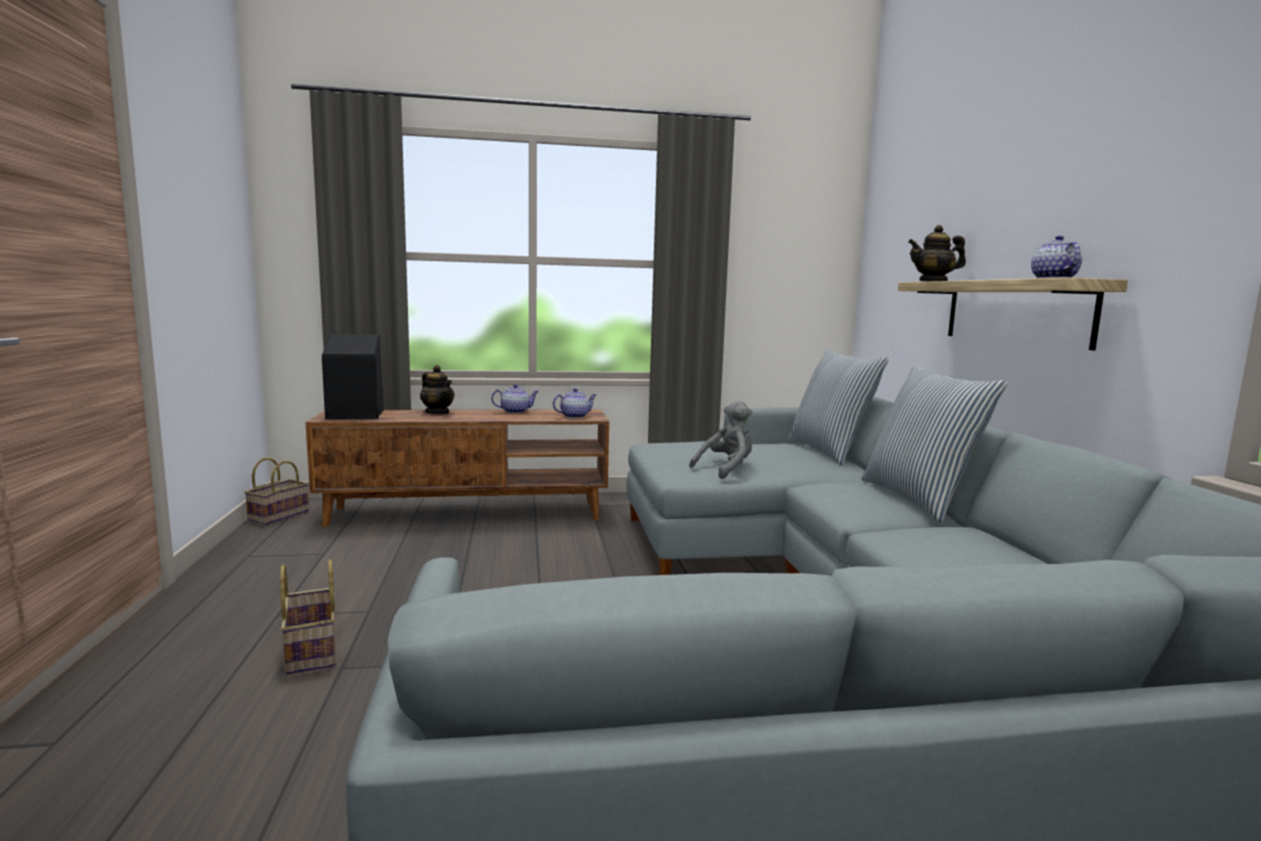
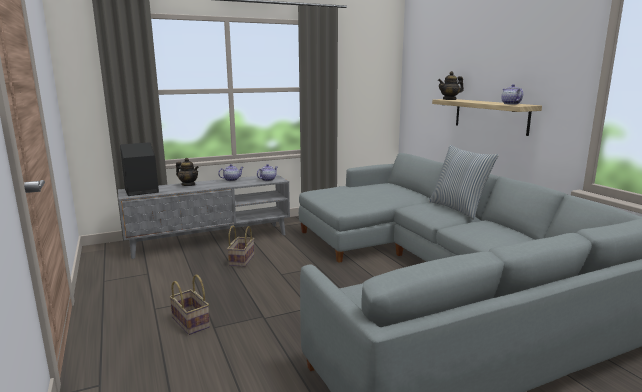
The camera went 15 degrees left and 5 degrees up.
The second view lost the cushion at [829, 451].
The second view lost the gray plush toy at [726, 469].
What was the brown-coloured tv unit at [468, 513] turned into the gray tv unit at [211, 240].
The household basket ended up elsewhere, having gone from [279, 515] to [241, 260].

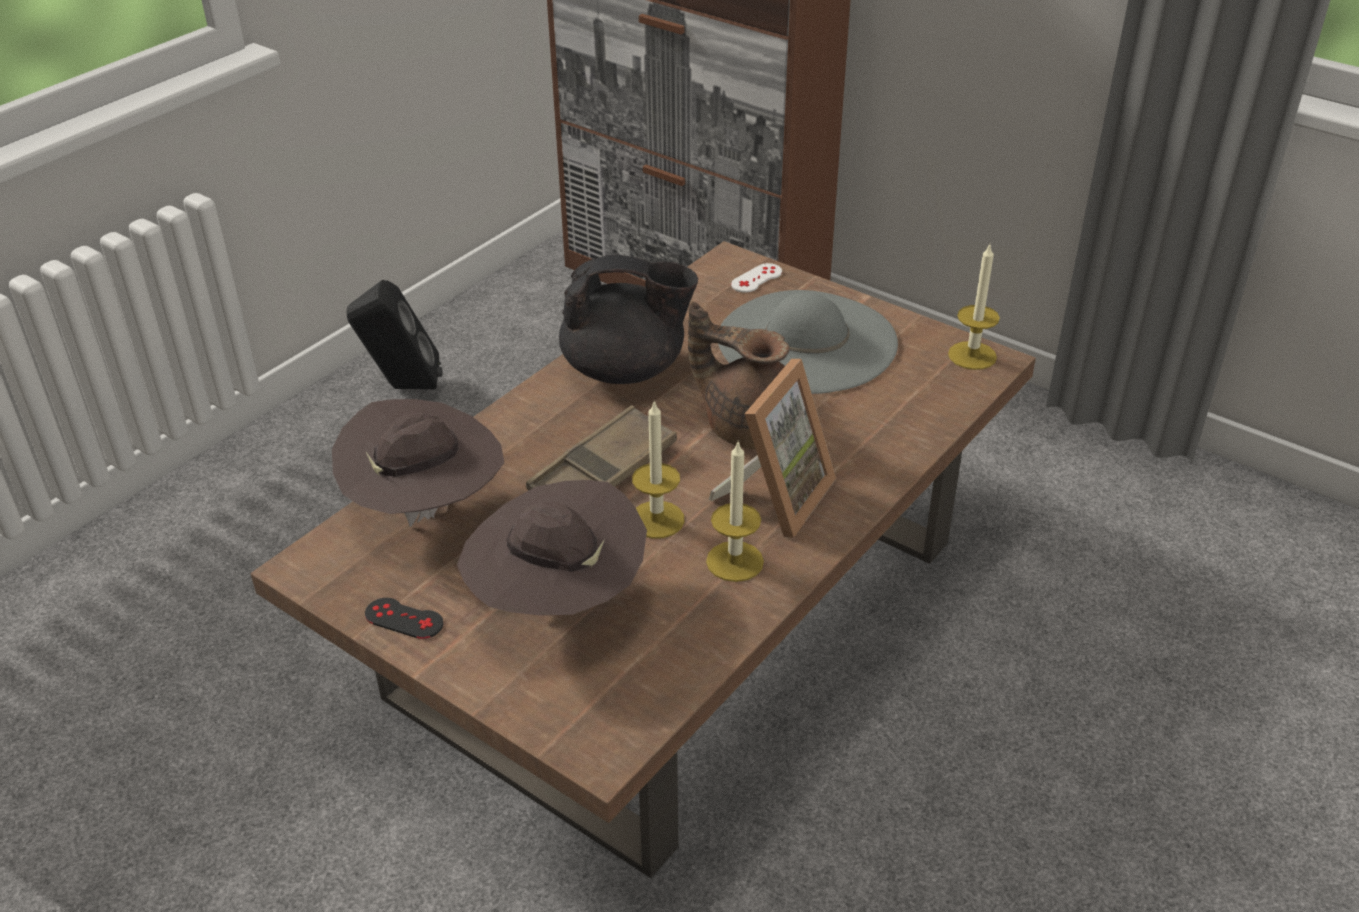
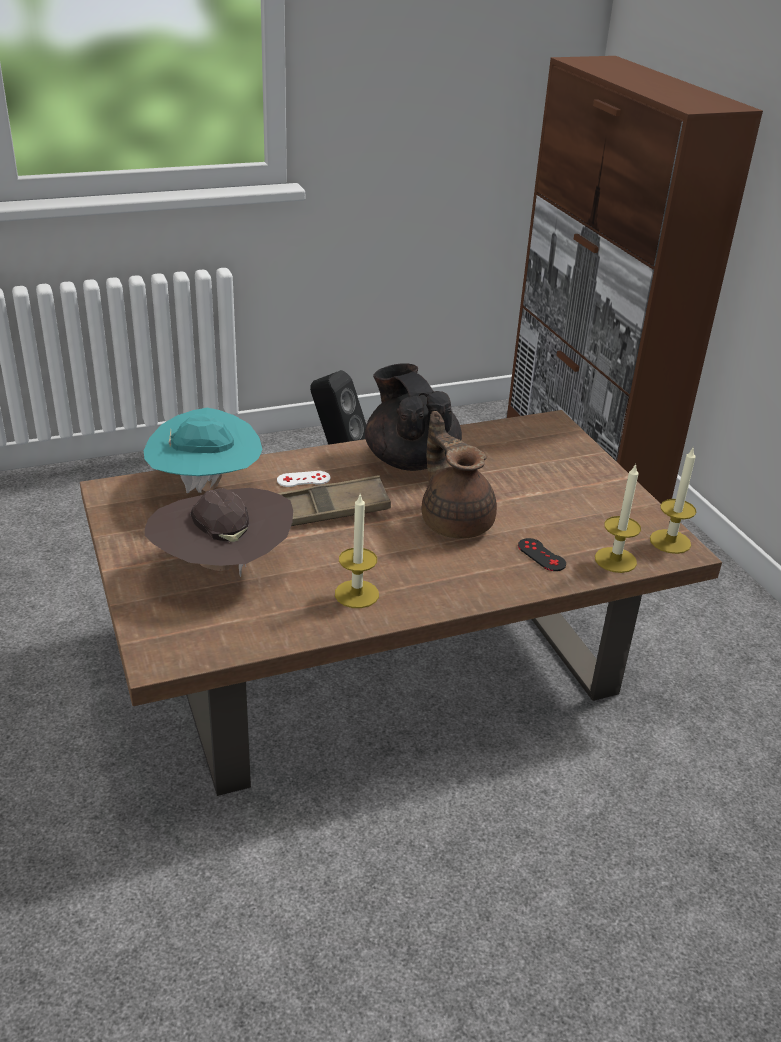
The camera went 30 degrees right and 5 degrees down.
The blackish pot for tea at [626, 370] ended up facing another way, 150 degrees counterclockwise from before.
The white-coloured joypad ended up elsewhere, having gone from [756, 278] to [303, 479].
The second view lost the gray hat at [806, 341].
The second view lost the picture frame at [776, 497].
What was the brown-coloured hat at [426, 509] turned into the turquoise hat at [206, 488].
The wax candle ended up elsewhere, having gone from [657, 519] to [615, 560].
The blackish joypad ended up elsewhere, having gone from [404, 619] to [541, 555].

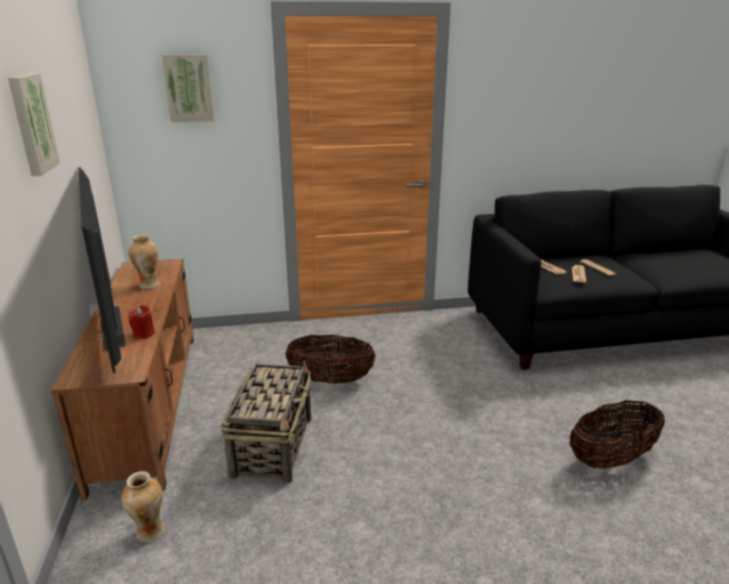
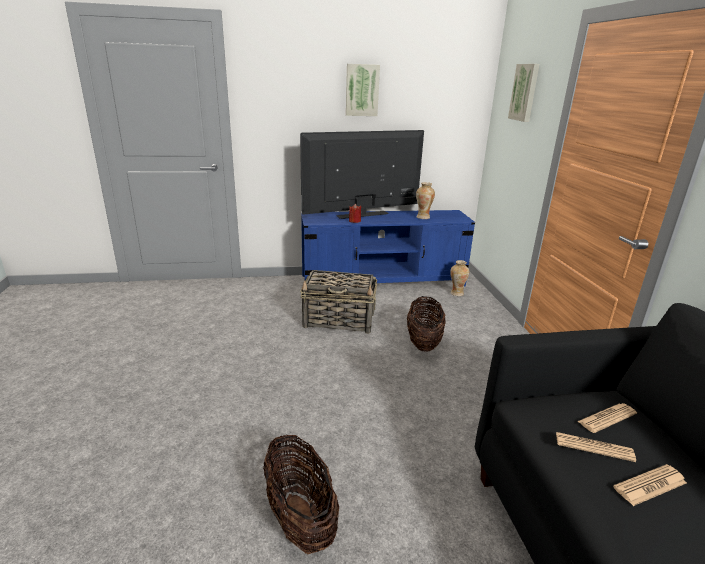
The camera went 90 degrees right and 0 degrees up.
What was the brown-coloured tv unit at [149, 403] turned into the blue tv unit at [383, 281].
The vase ended up elsewhere, having gone from [149, 532] to [456, 293].

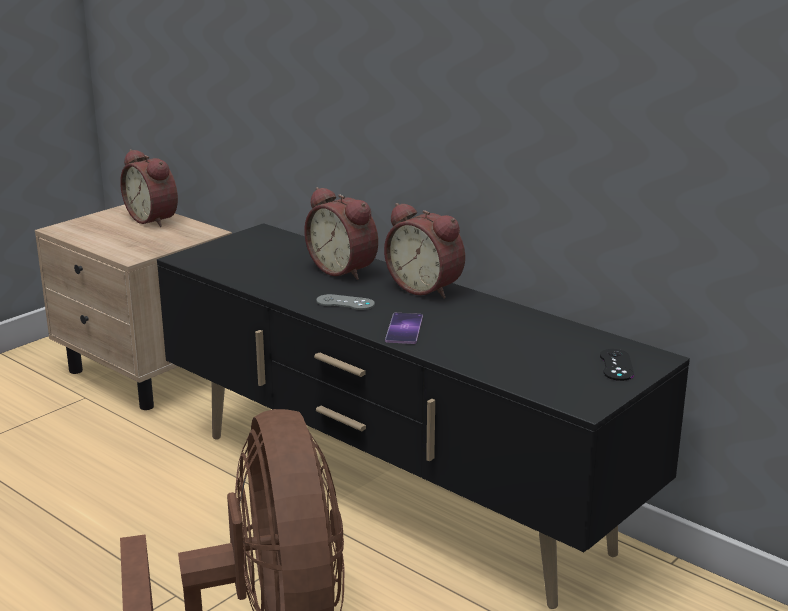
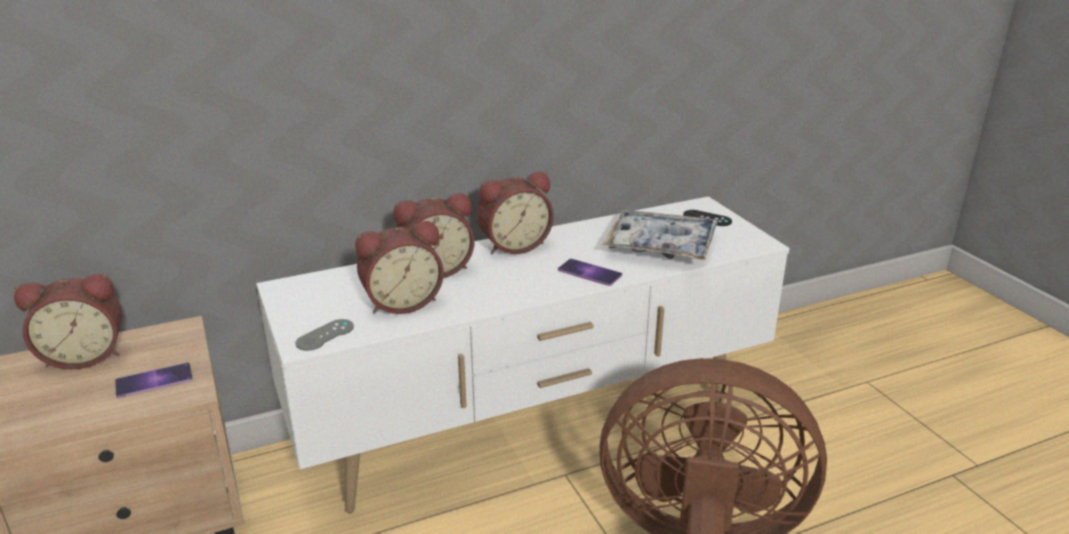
The camera went 65 degrees left and 5 degrees up.
What was the blackish tv unit at [396, 494] turned into the white-coloured tv unit at [535, 426].
The gray joypad ended up elsewhere, having gone from [345, 303] to [325, 335].
The second view gained the carrying tray at [661, 245].
The second view gained the alarm clock at [401, 302].
The second view gained the phone at [154, 380].

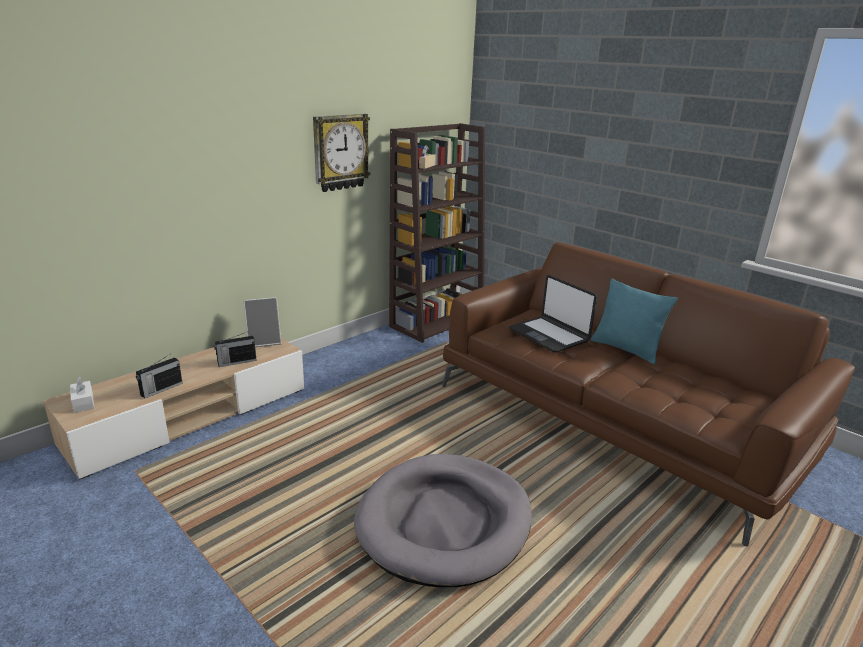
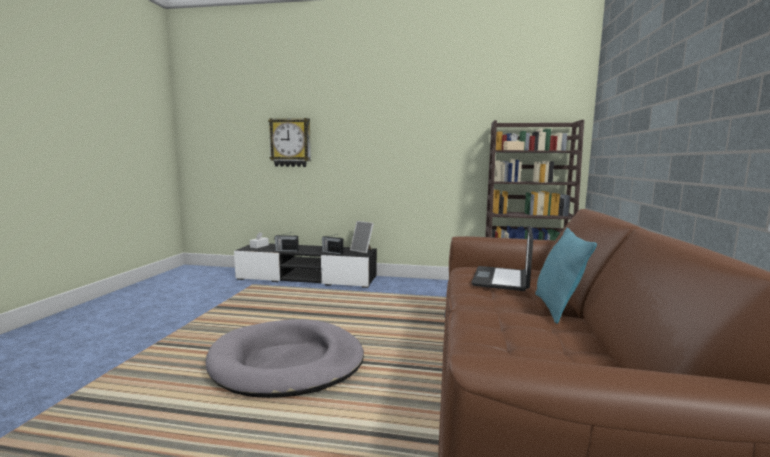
The camera went 55 degrees right and 15 degrees down.
The clock on the wall ended up elsewhere, having gone from [340, 152] to [290, 142].
What was the sand-coloured tv unit at [190, 416] turned into the blackish tv unit at [307, 278].

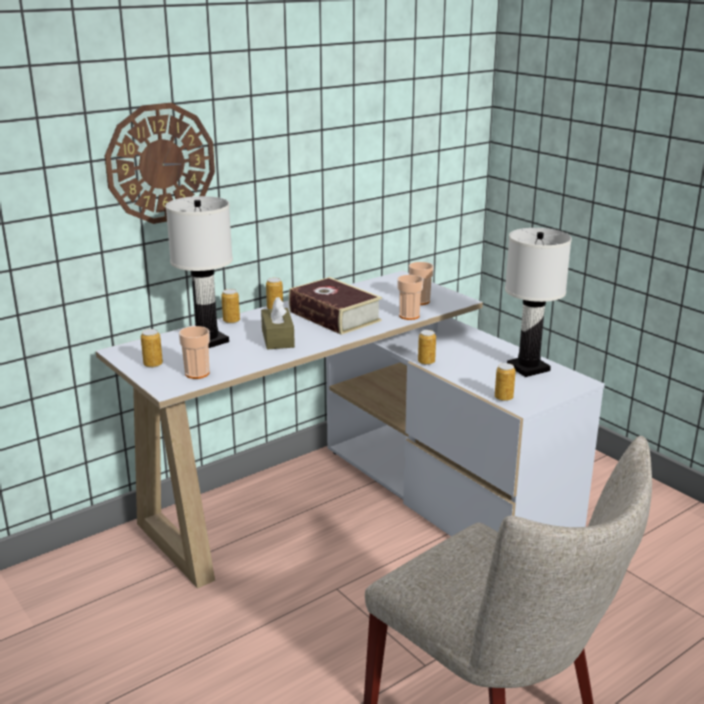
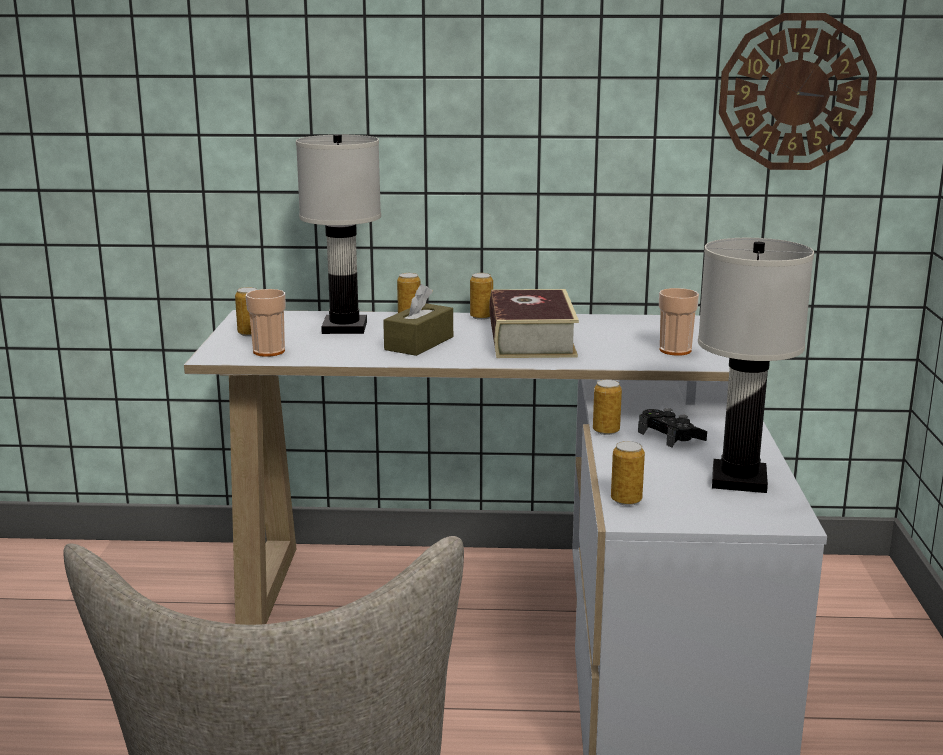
The camera went 40 degrees right and 5 degrees down.
The clock on the wall ended up elsewhere, having gone from [160, 163] to [796, 92].
The second view lost the small cup at [409, 316].
The second view gained the blackish joypad at [670, 436].

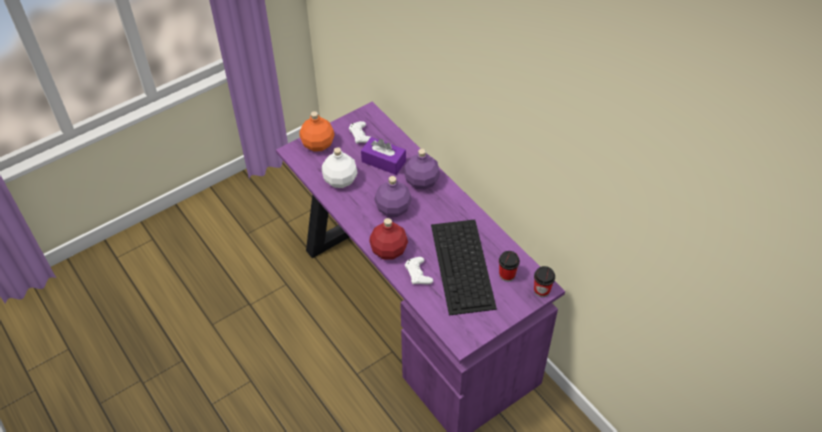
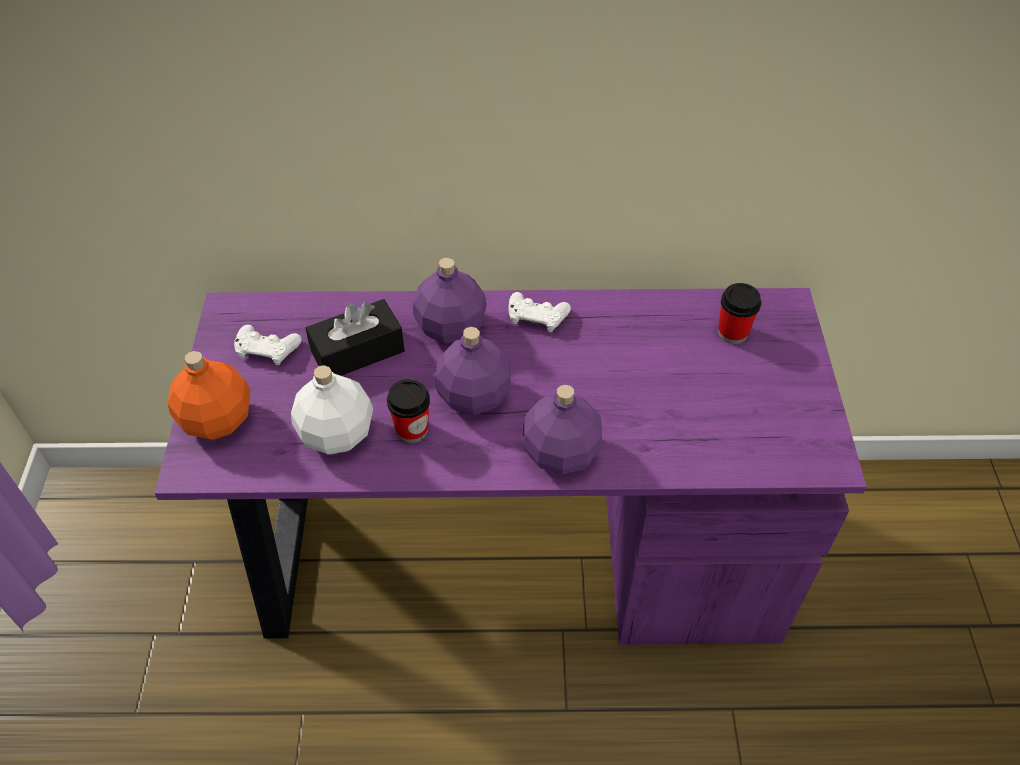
The camera went 55 degrees left and 0 degrees up.
What was the purple tissue holder at [383, 161] turned into the blackish tissue holder at [358, 351].
What was the red-coloured bottle at [389, 250] turned into the purple bottle at [561, 452].
The second view lost the computer keyboard at [463, 266].
The white-coloured joypad ended up elsewhere, having gone from [418, 274] to [537, 316].
The small cup ended up elsewhere, having gone from [541, 290] to [412, 430].

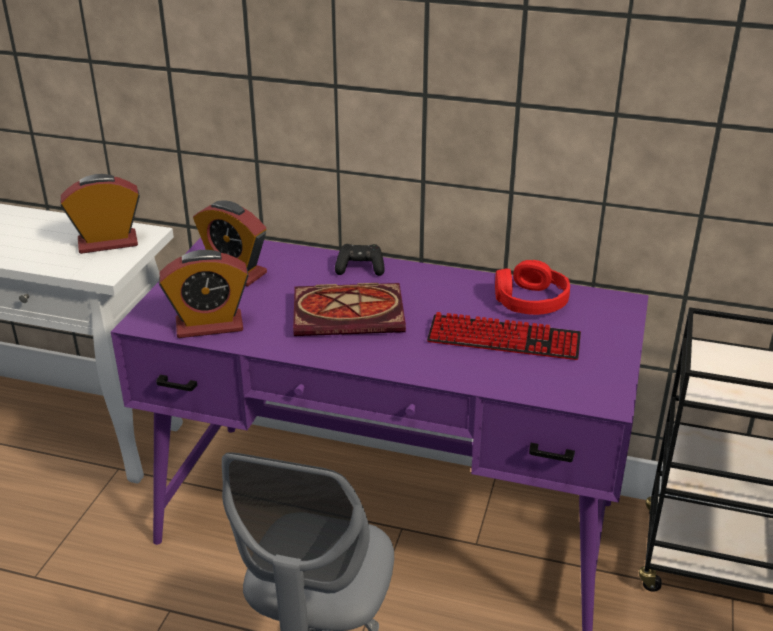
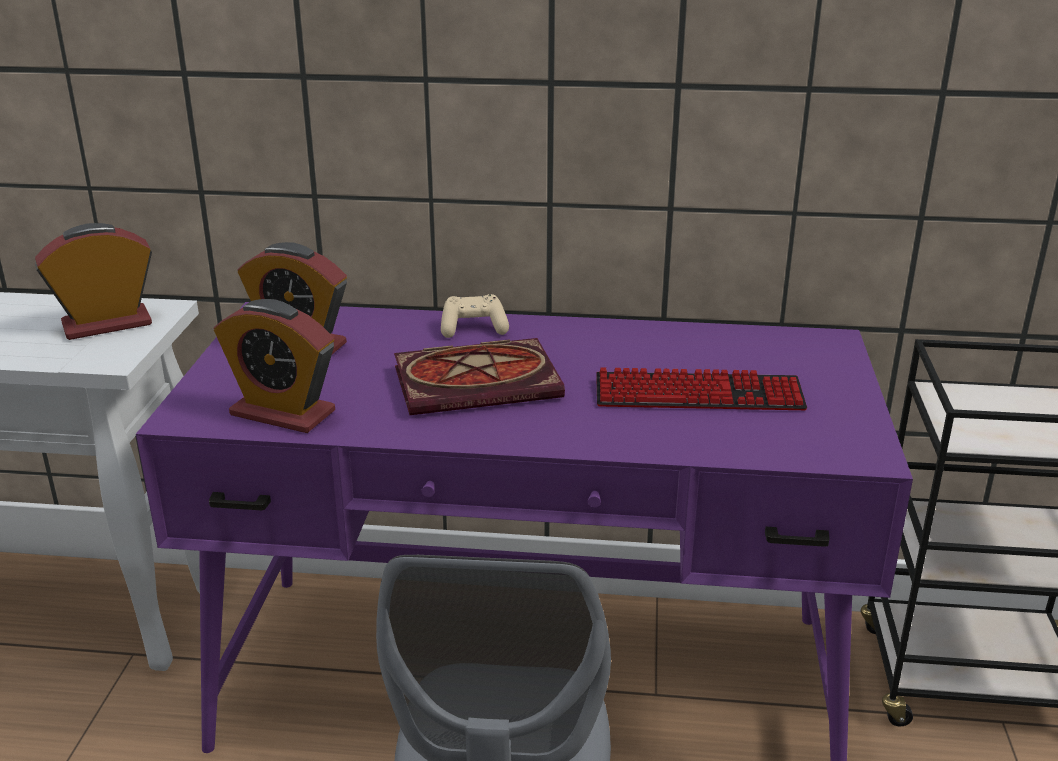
The camera went 10 degrees left and 5 degrees down.
What was the blackish joypad at [360, 268] turned into the sand-coloured joypad at [473, 328].
The alarm clock at [209, 325] ended up facing another way, 45 degrees clockwise from before.
The second view lost the red-coloured headphones at [530, 301].

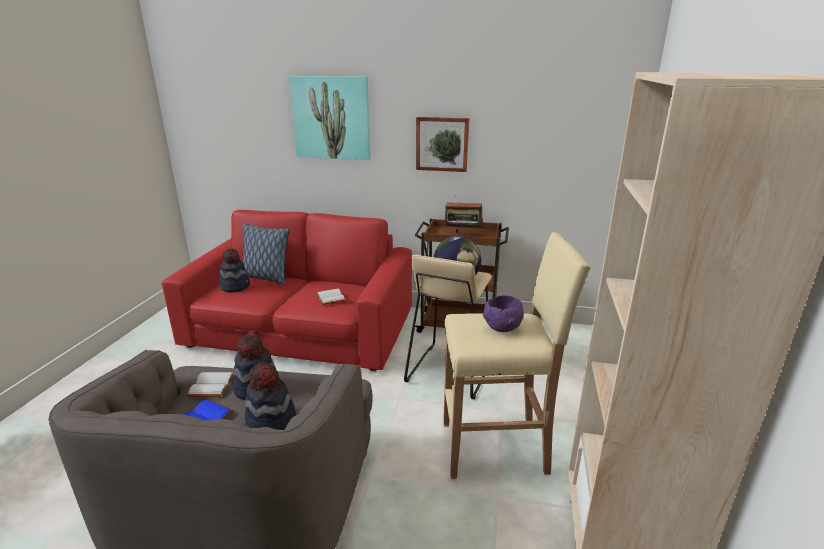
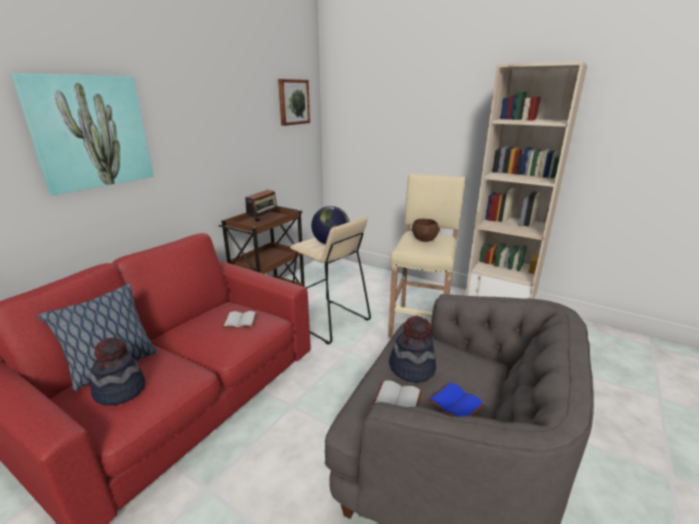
The camera went 70 degrees left and 0 degrees up.
The wall art ended up elsewhere, having gone from [442, 144] to [293, 102].
What was the purple bowl at [502, 328] turned into the brown-coloured bowl at [424, 240].
The second view lost the hat at [271, 422].

